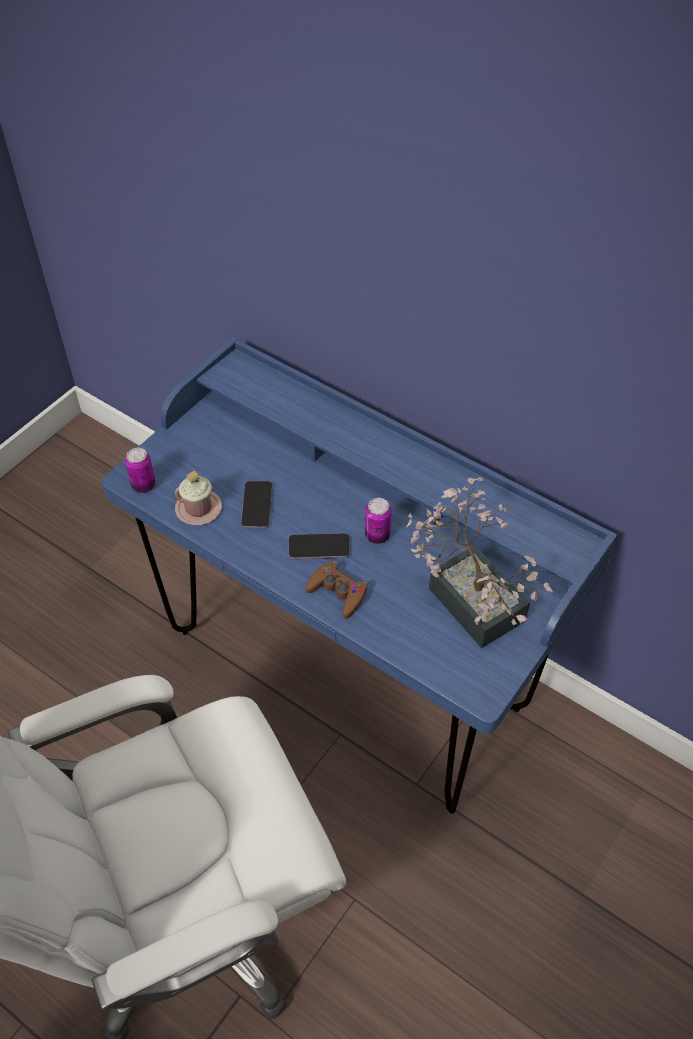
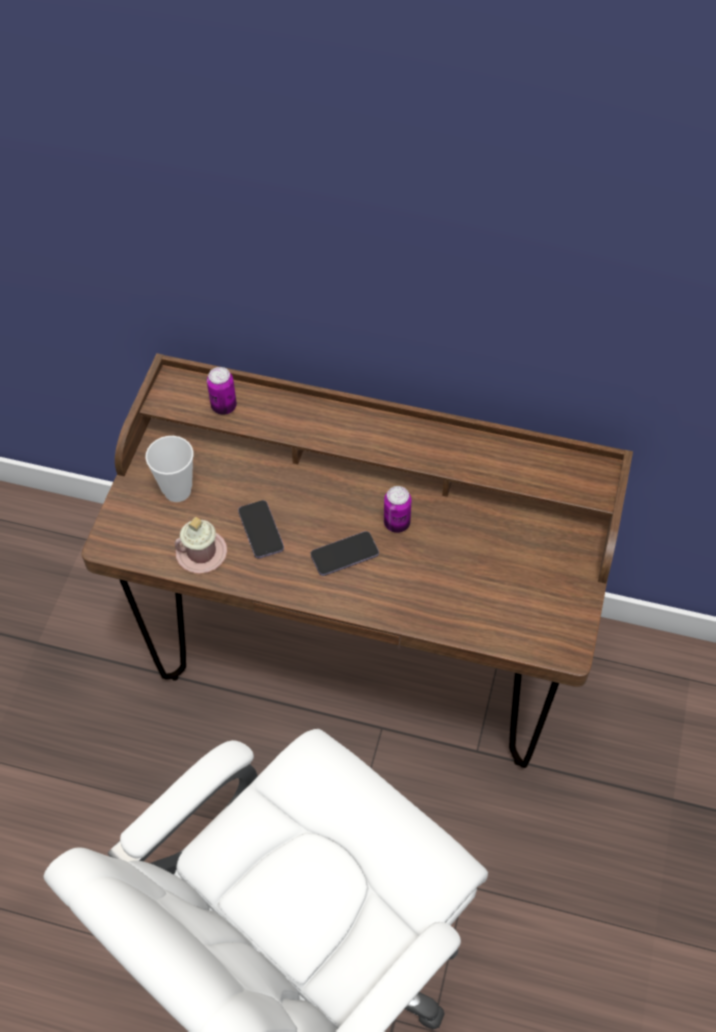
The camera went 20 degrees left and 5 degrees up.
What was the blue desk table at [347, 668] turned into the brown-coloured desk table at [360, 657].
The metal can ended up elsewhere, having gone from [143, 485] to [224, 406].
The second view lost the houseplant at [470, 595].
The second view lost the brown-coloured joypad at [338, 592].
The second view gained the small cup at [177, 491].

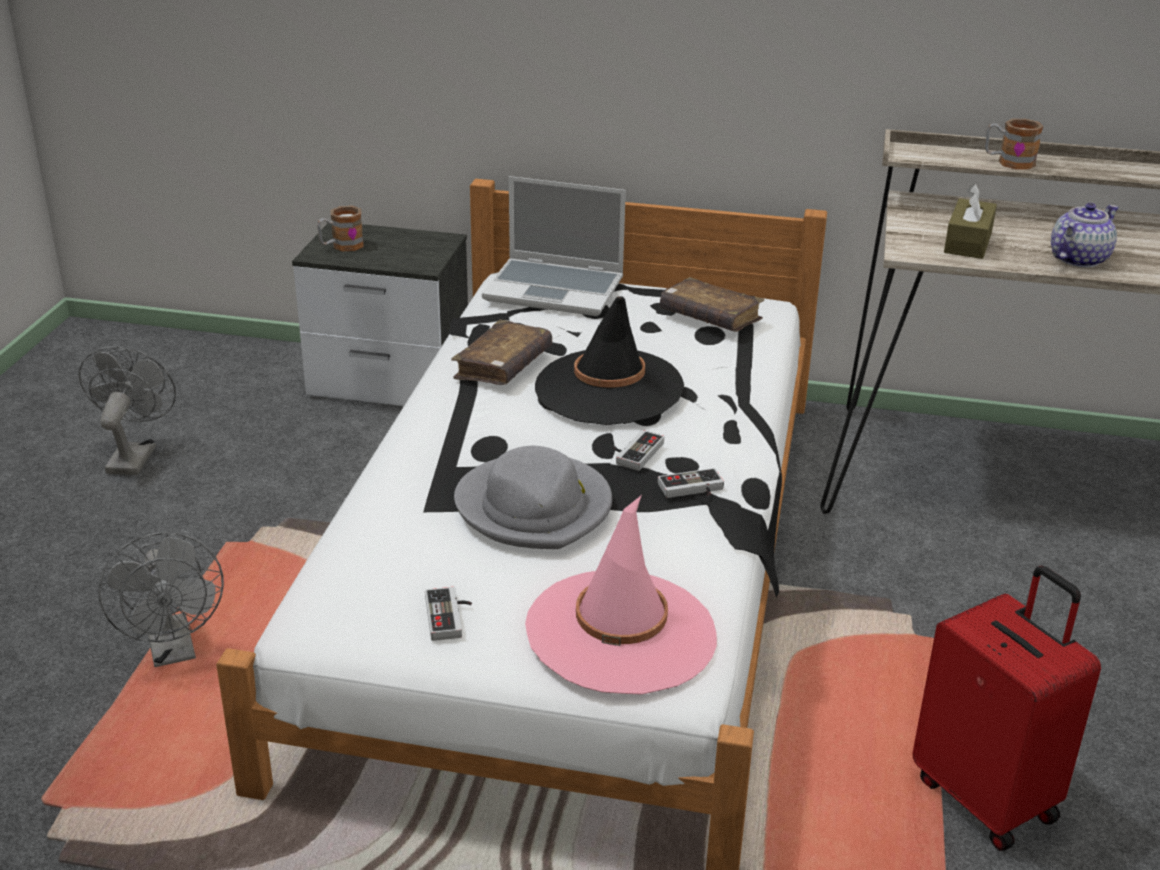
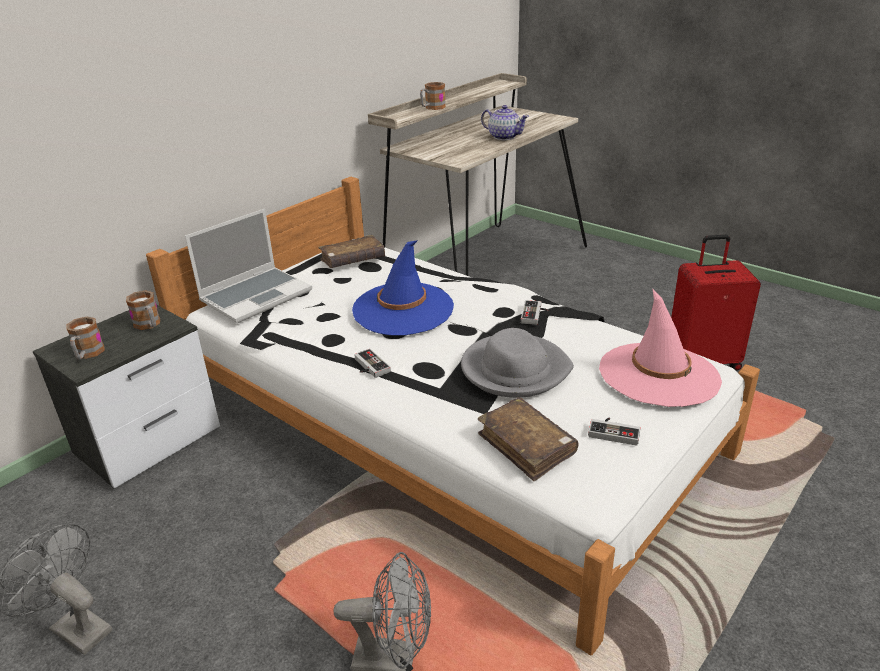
The camera went 60 degrees left and 0 degrees up.
The second view lost the brown-coloured tissue holder at [968, 242].
The pot for tea at [1077, 259] ended up facing another way, 135 degrees clockwise from before.
What was the blackish hat at [609, 388] turned into the blue hat at [403, 309].
The brown-coloured book ended up elsewhere, having gone from [503, 366] to [526, 446].
The joypad ended up elsewhere, having gone from [634, 452] to [368, 367].
The second view gained the tea mug at [149, 325].

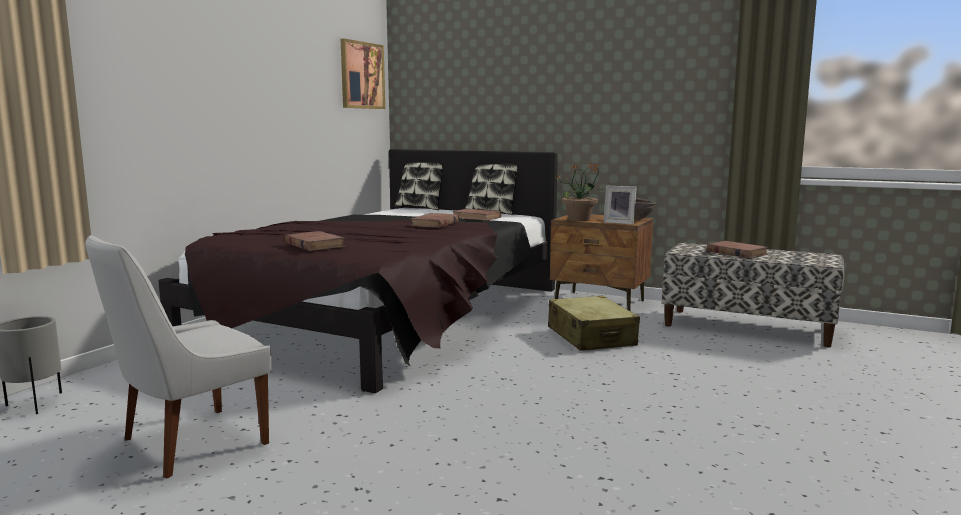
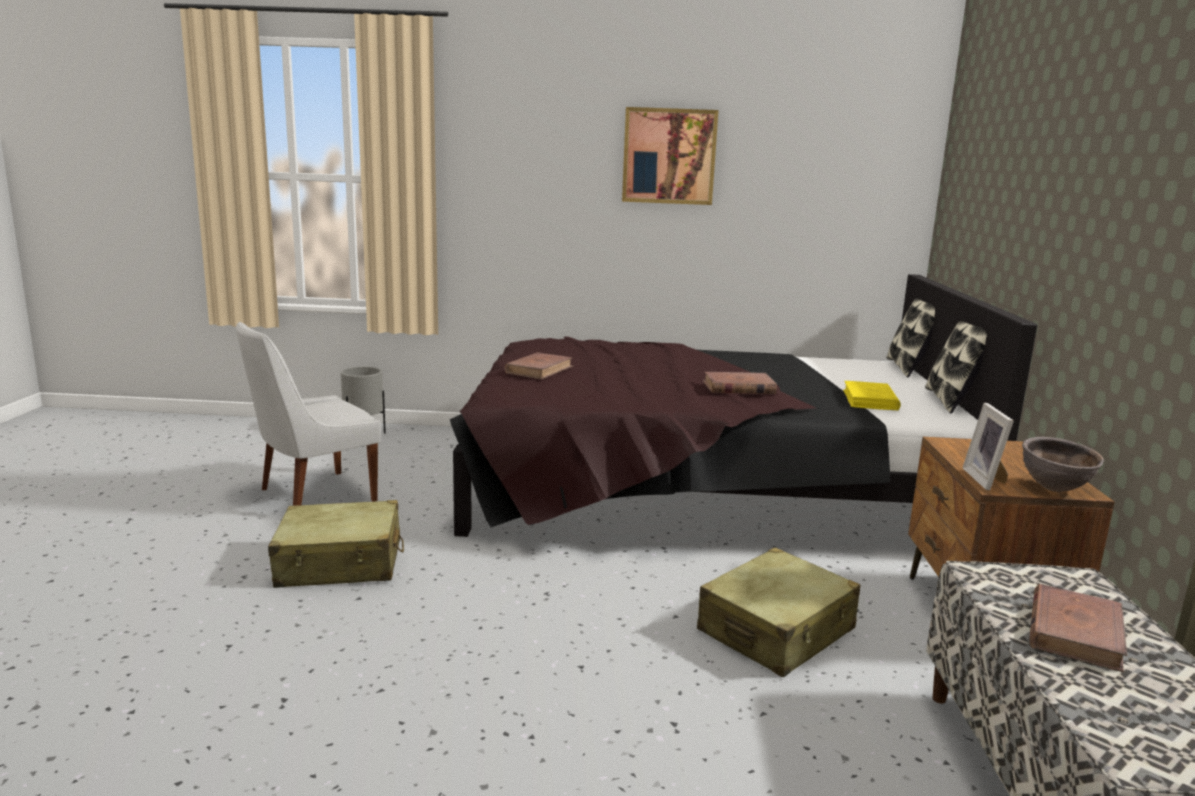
The camera went 65 degrees right and 5 degrees up.
The wall art ended up elsewhere, having gone from [362, 75] to [669, 156].
The second view lost the houseplant at [579, 219].
What was the brown-coloured book at [477, 217] turned into the yellow-coloured book at [870, 400].
The white-coloured upright chair at [189, 443] ended up facing another way, 60 degrees counterclockwise from before.
The second view gained the sand-coloured suitcase at [340, 563].

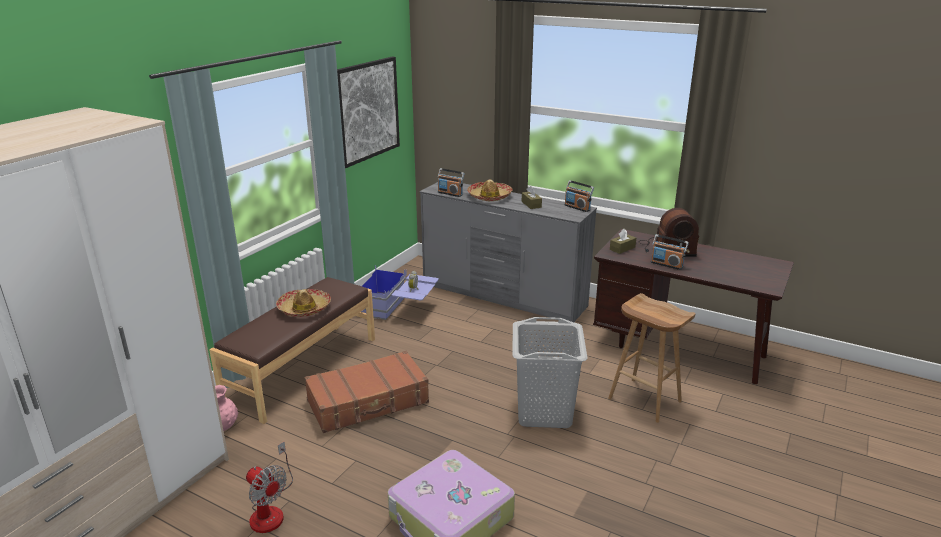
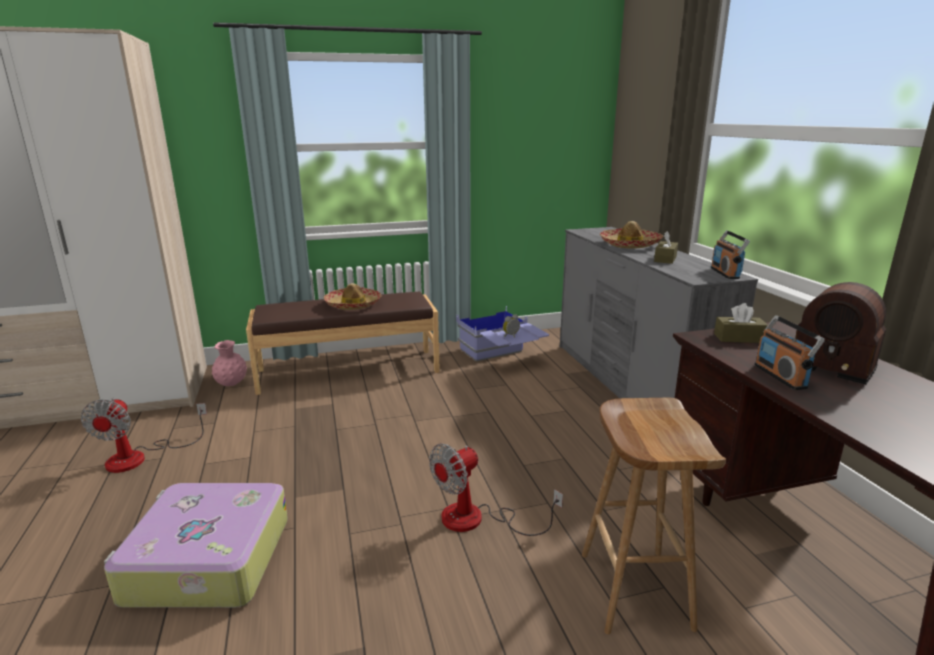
The camera went 45 degrees right and 5 degrees down.
The second view lost the wall art at [367, 110].
The second view lost the radio set at [450, 193].
Where the gray laundry basket stood at [545, 412], the cooling fan came to stand at [477, 520].
The second view lost the brown-coloured suitcase at [368, 402].

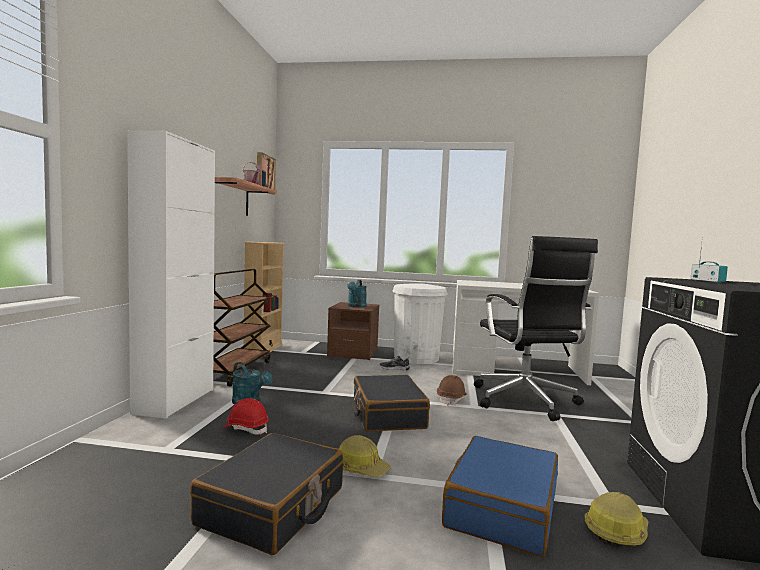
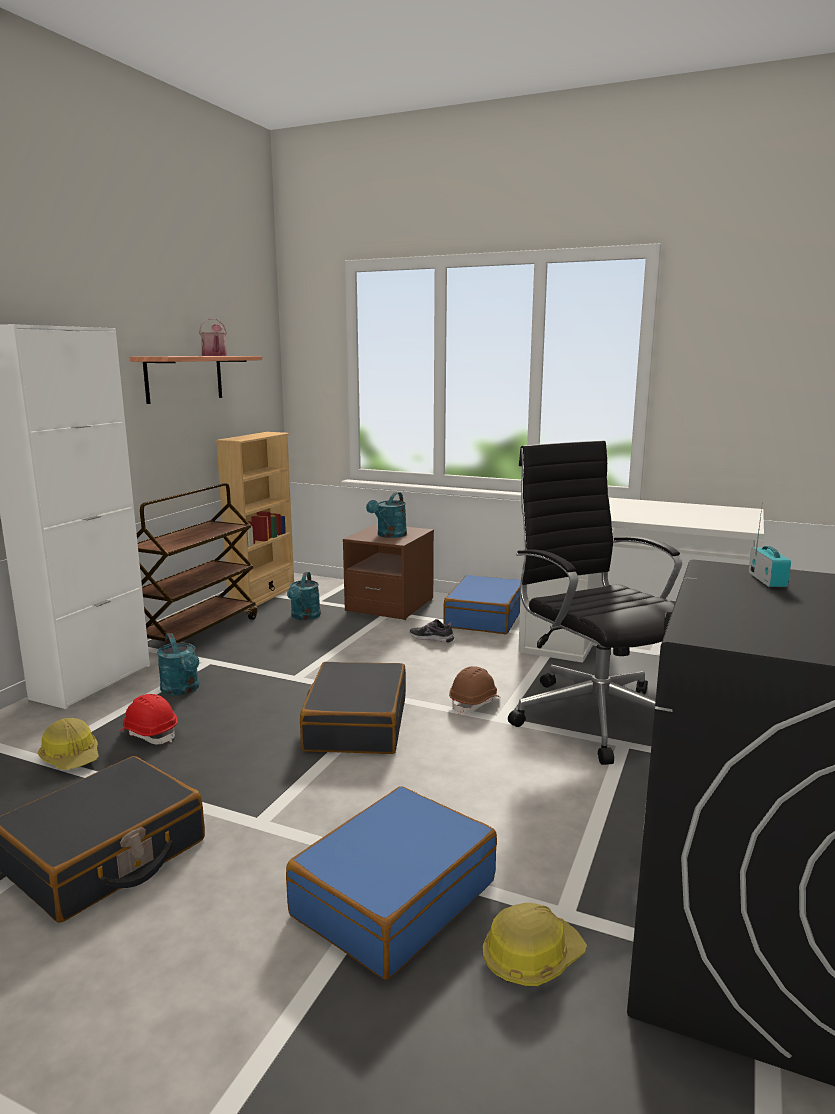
The camera went 15 degrees right and 10 degrees up.
The second view lost the wall art at [264, 174].
The blackish desk chair at [525, 402] ended up facing another way, 150 degrees clockwise from before.
Where the white-coloured rubbish bin stood at [416, 357], the blue suitcase came to stand at [484, 617].
The safety helmet ended up elsewhere, having gone from [361, 468] to [71, 757].
The second view gained the turquoise watering can at [304, 617].

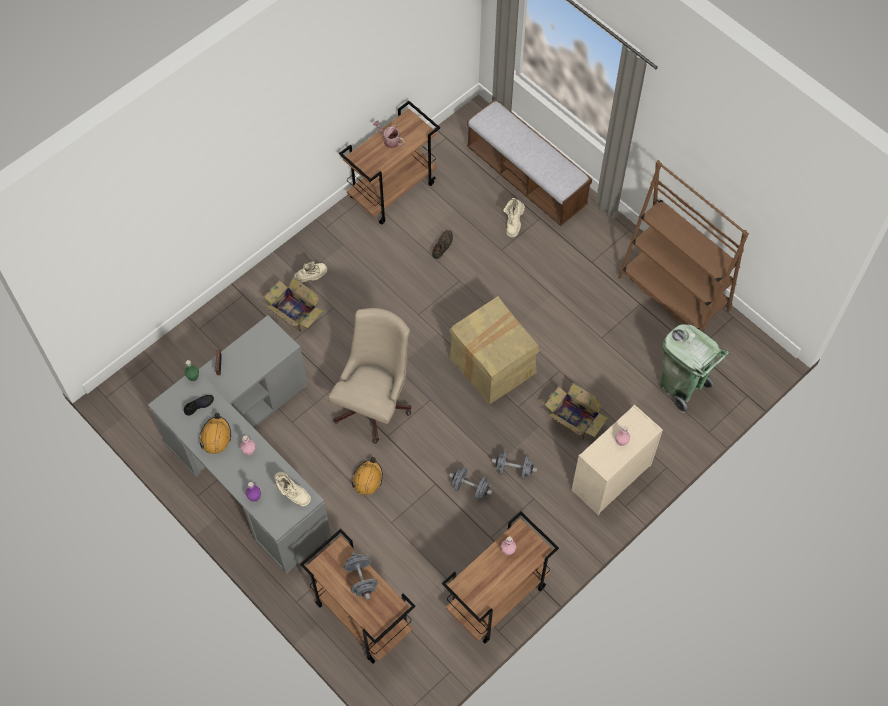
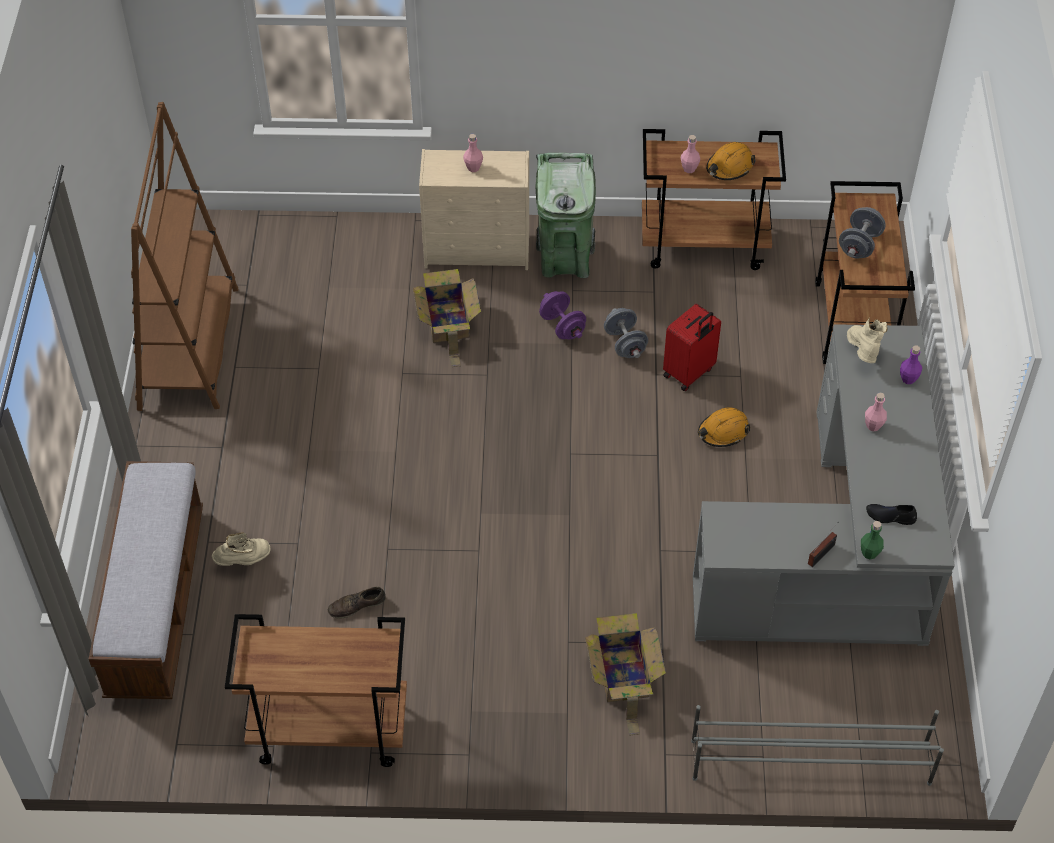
The camera went 135 degrees left and 10 degrees down.
The second view lost the watering can at [389, 140].
The second view lost the sand-coloured boot at [312, 277].
The second view lost the carton at [492, 366].
The second view lost the sand-coloured desk chair at [375, 403].
The green rubbish bin ended up elsewhere, having gone from [681, 386] to [565, 261].
The orangey safety helmet ended up elsewhere, having gone from [215, 436] to [729, 167].
What was the gray free weight at [513, 470] turned into the purple free weight at [562, 326].
The second view gained the red-coloured suitcase at [689, 373].
The second view gained the gray shoe rack at [809, 761].

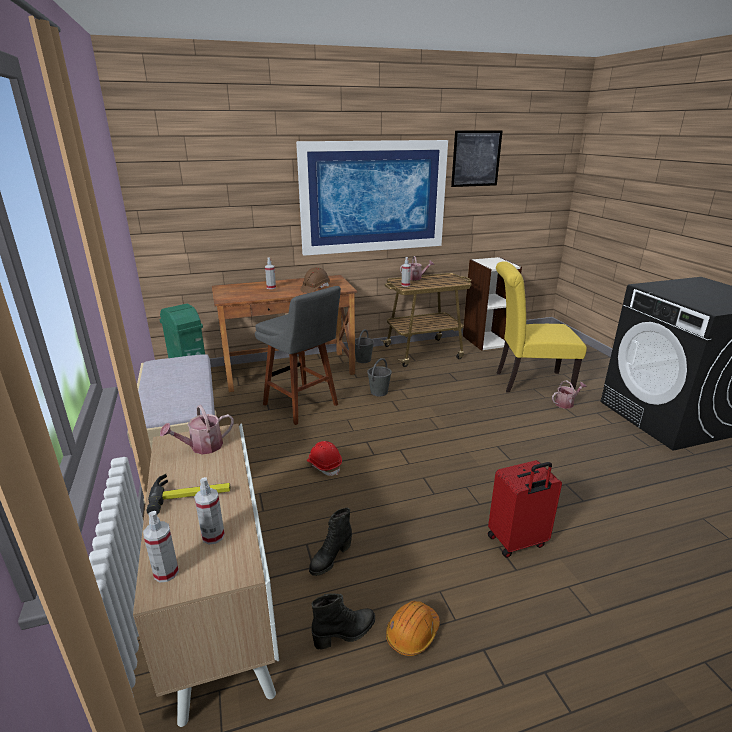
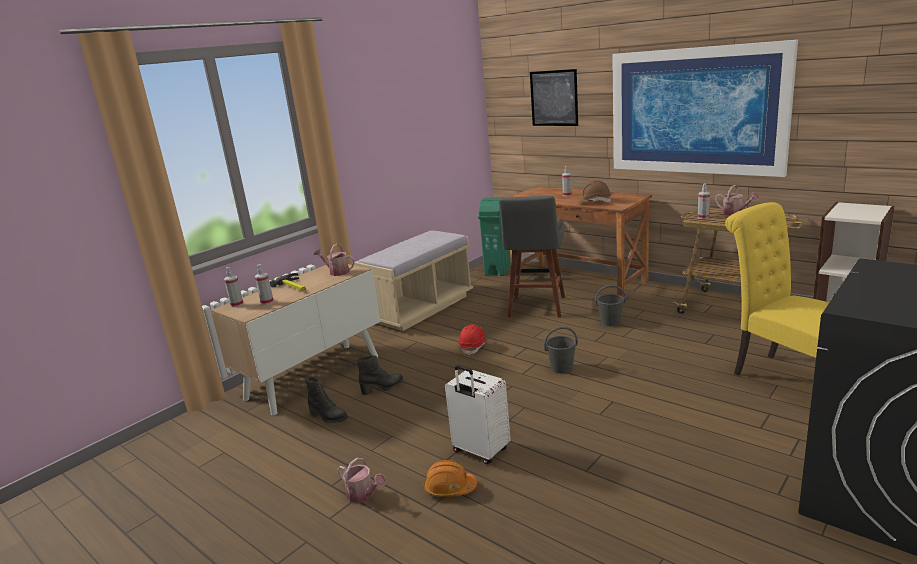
The camera went 60 degrees right and 5 degrees down.
The wall art ended up elsewhere, having gone from [476, 158] to [554, 98].
The gray water bucket ended up elsewhere, having gone from [363, 360] to [562, 368].
The watering can ended up elsewhere, having gone from [566, 403] to [363, 495].
What was the red-coloured suitcase at [517, 542] turned into the white-coloured suitcase at [480, 451].
The blackish boot at [330, 558] ended up facing another way, 150 degrees clockwise from before.
The orangey safety helmet ended up elsewhere, having gone from [412, 633] to [449, 488].

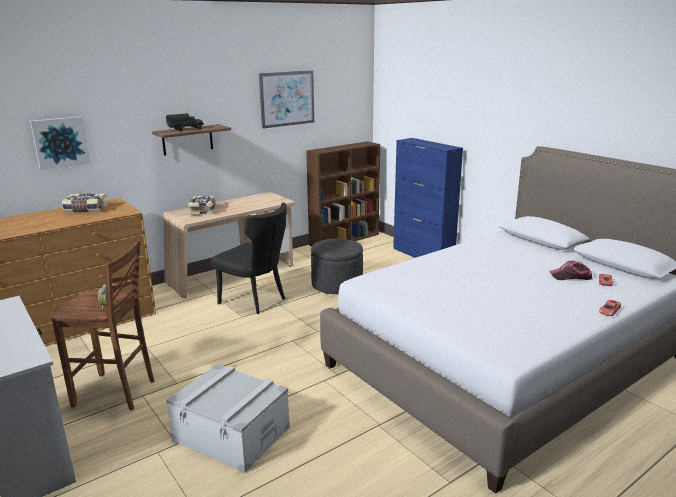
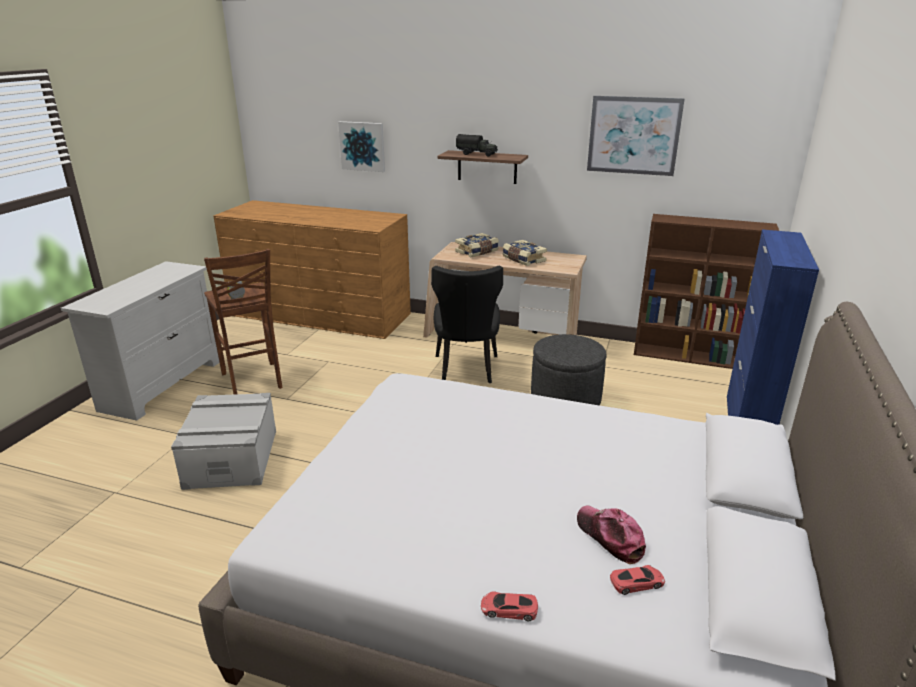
The camera went 55 degrees right and 5 degrees up.
The book ended up elsewhere, having gone from [85, 209] to [523, 259].

